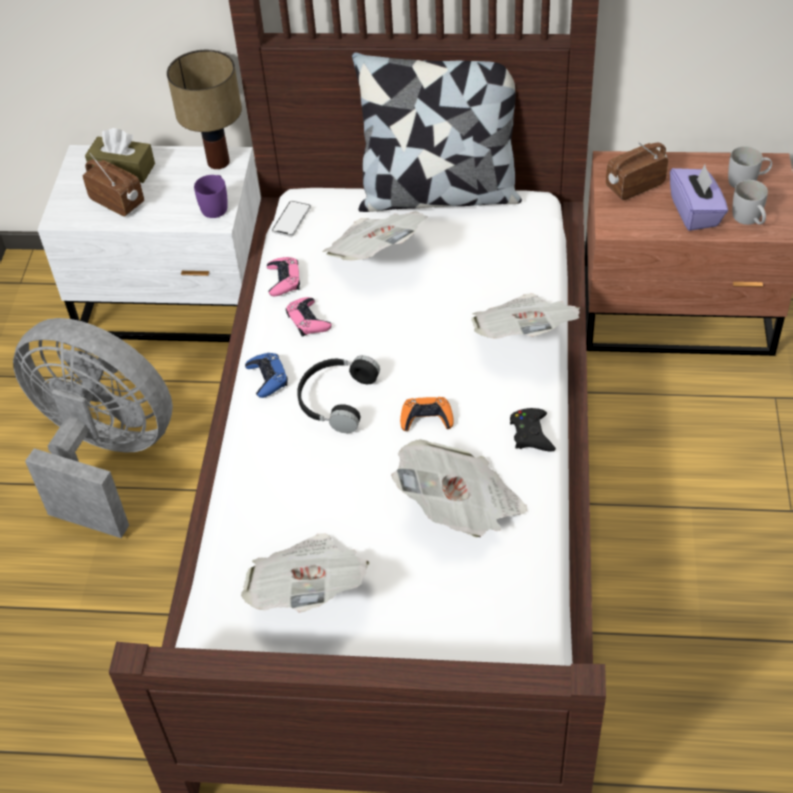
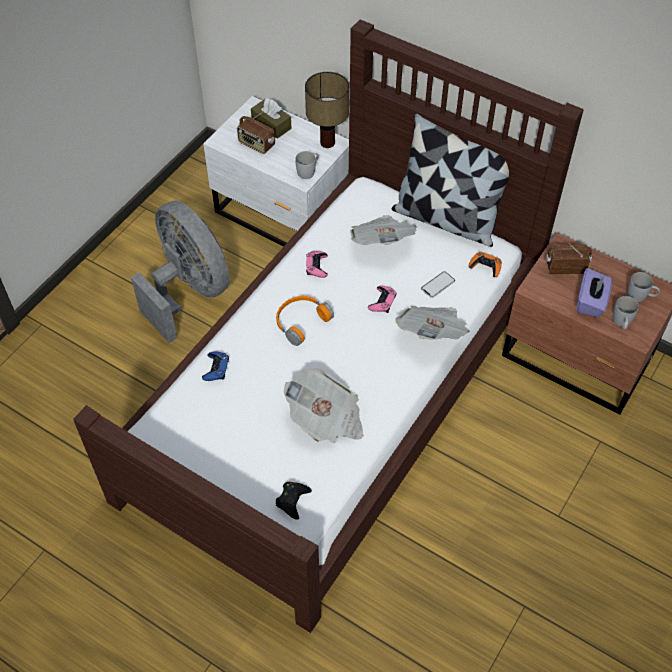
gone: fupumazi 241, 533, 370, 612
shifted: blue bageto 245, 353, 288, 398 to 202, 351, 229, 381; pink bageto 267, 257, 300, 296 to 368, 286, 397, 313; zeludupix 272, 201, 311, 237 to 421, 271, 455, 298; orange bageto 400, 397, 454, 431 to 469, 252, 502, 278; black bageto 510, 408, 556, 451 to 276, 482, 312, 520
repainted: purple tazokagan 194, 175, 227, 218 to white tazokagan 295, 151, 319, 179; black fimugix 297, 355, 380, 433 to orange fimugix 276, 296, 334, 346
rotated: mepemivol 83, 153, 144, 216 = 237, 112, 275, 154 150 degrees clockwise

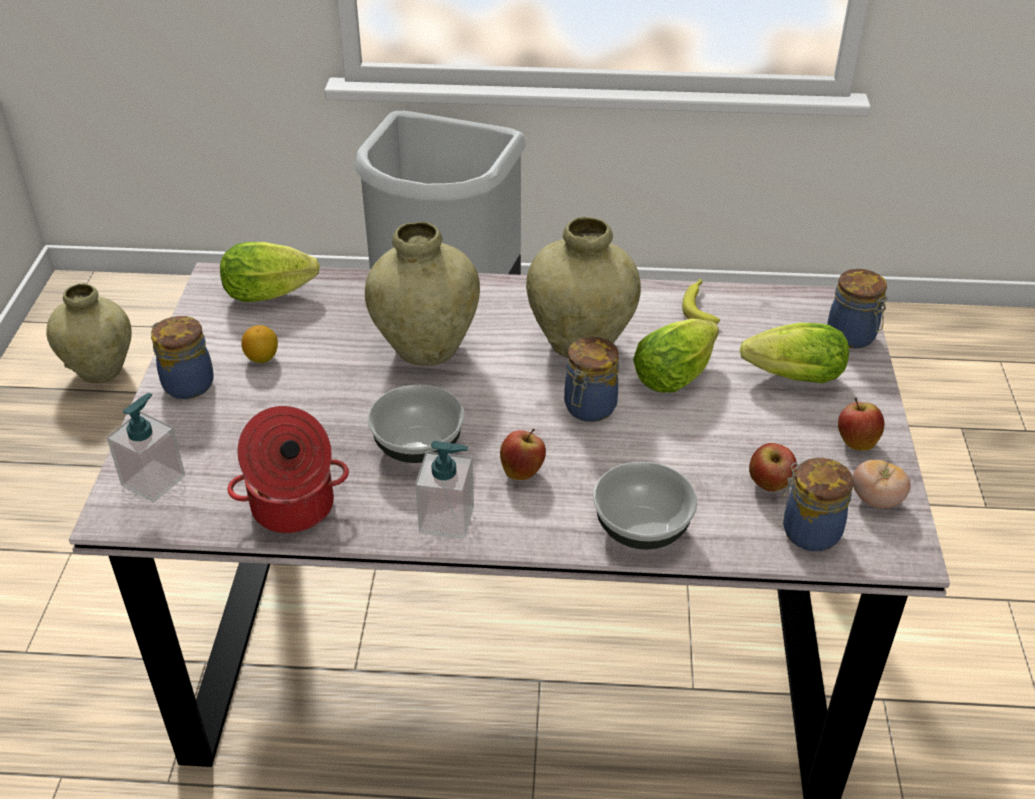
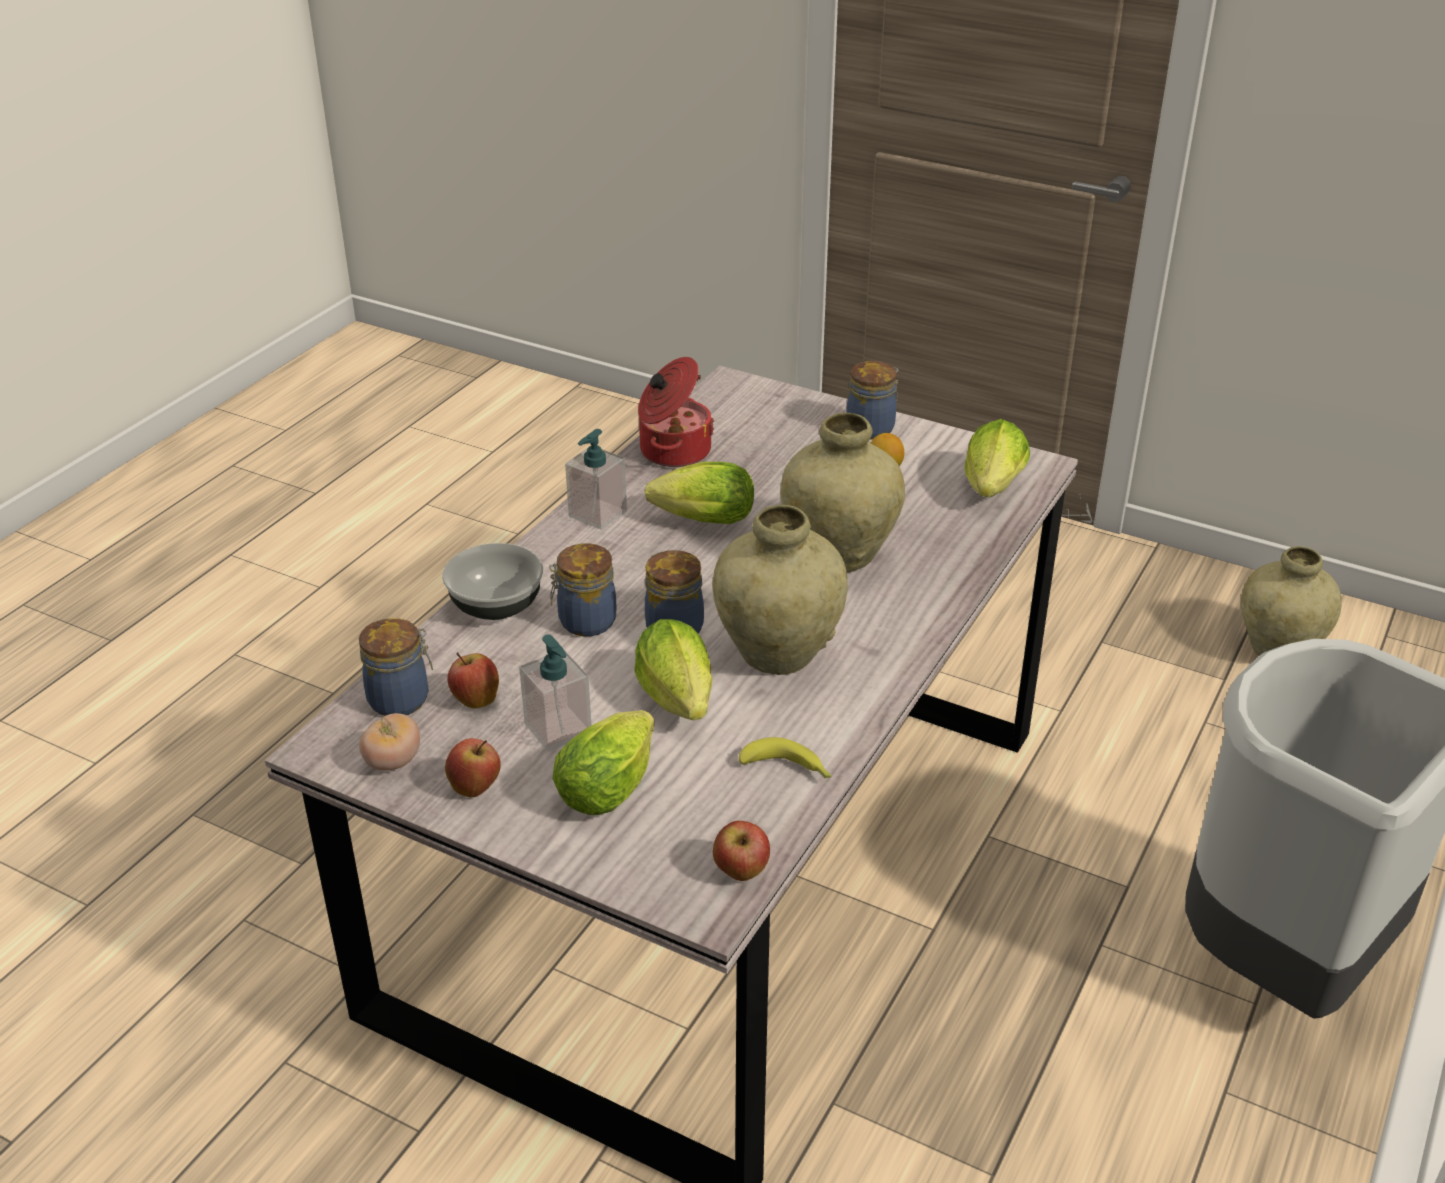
shifted: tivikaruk 107, 393, 185, 503 to 519, 634, 591, 751; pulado 500, 429, 546, 480 to 713, 821, 770, 881; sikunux 827, 269, 888, 348 to 549, 543, 616, 636
swapped: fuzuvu 367, 385, 465, 463 to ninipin 645, 462, 754, 524

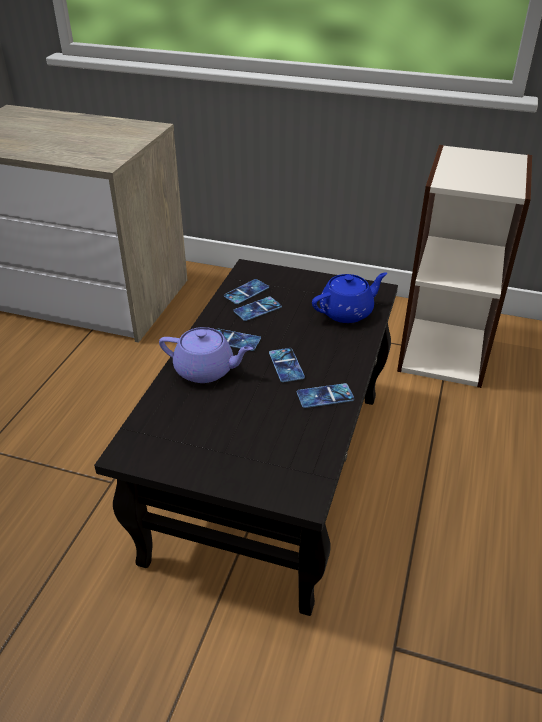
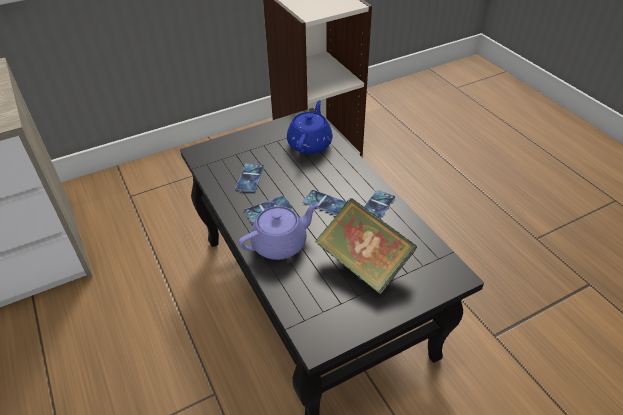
gone: zeludupix 224, 279, 269, 304
new: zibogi 315, 198, 417, 294

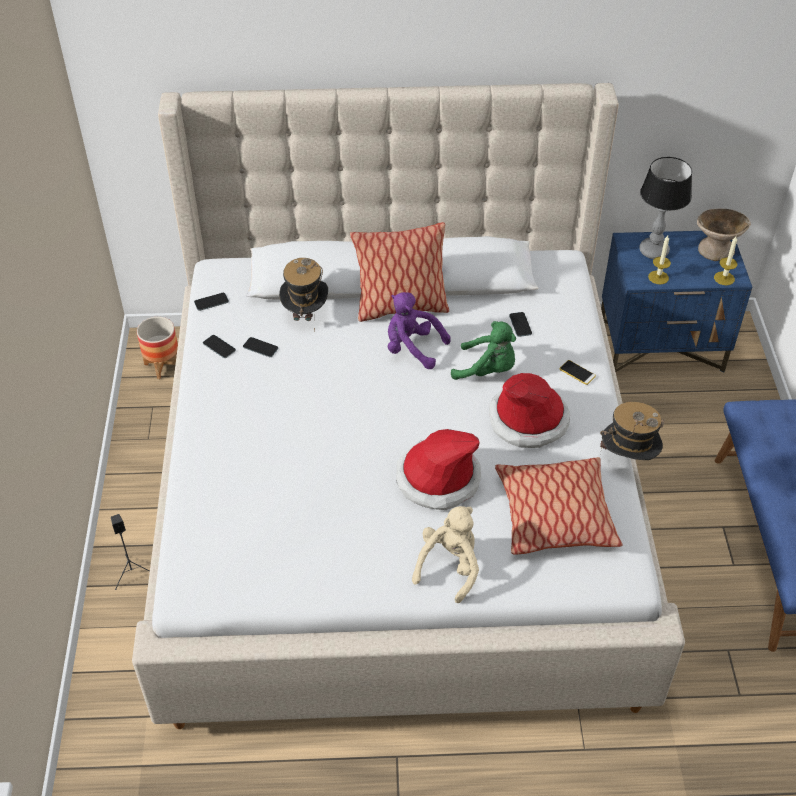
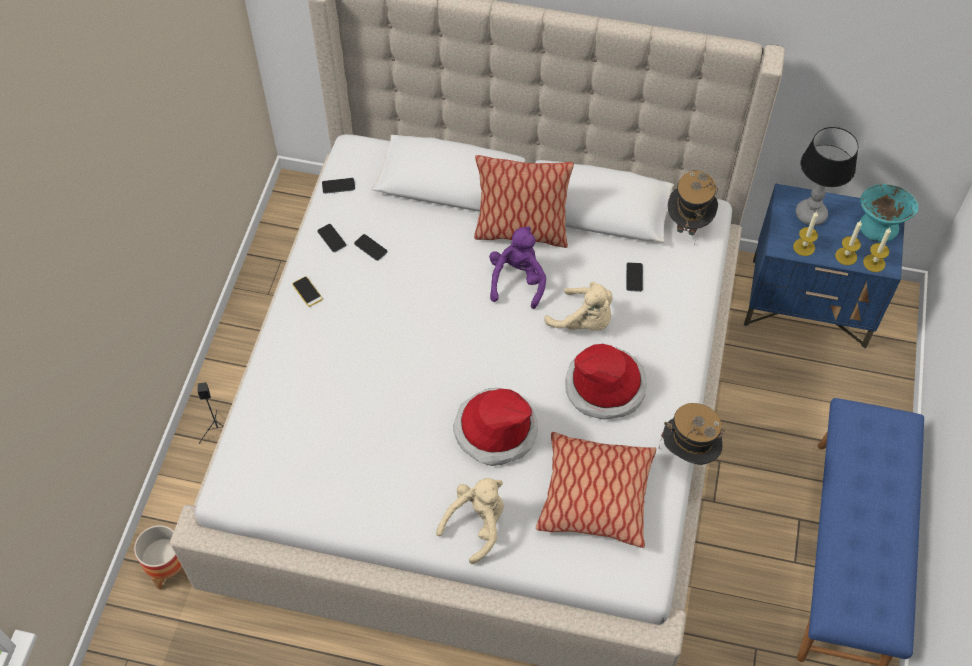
new: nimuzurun 835, 221, 862, 265
shifted: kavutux 137, 317, 178, 379 to 134, 525, 188, 590; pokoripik 279, 258, 328, 331 to 668, 170, 718, 245; zeludupix 559, 360, 596, 385 to 292, 276, 323, 307
repainted: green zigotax 451, 321, 516, 380 to beige zigotax 545, 282, 613, 330; beige fuzuvu 697, 209, 751, 261 to turquoise fuzuvu 860, 184, 918, 242
rotated: purple zigotax 388, 292, 451, 369 = 489, 226, 546, 309 60 degrees clockwise

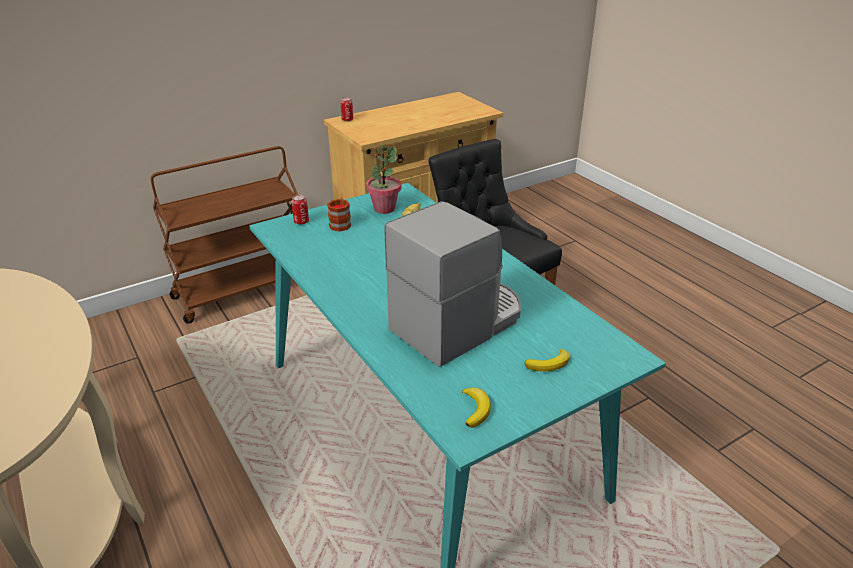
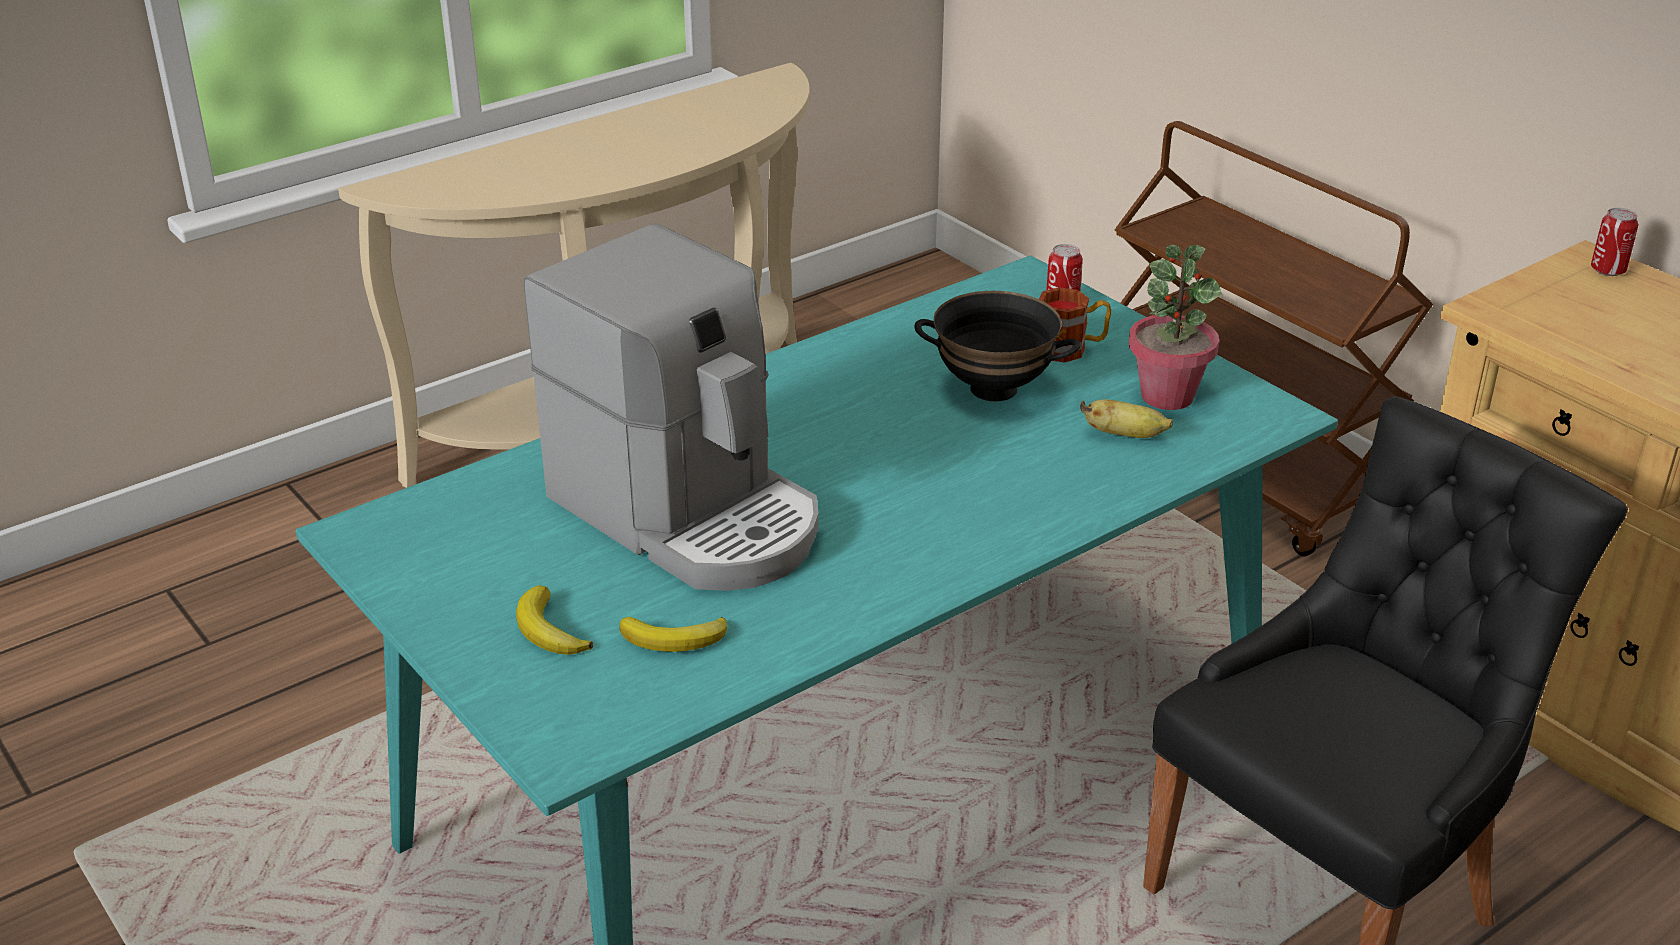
new: black fuzuvu 914, 291, 1080, 401
shifted: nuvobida 462, 388, 491, 428 to 620, 617, 727, 652

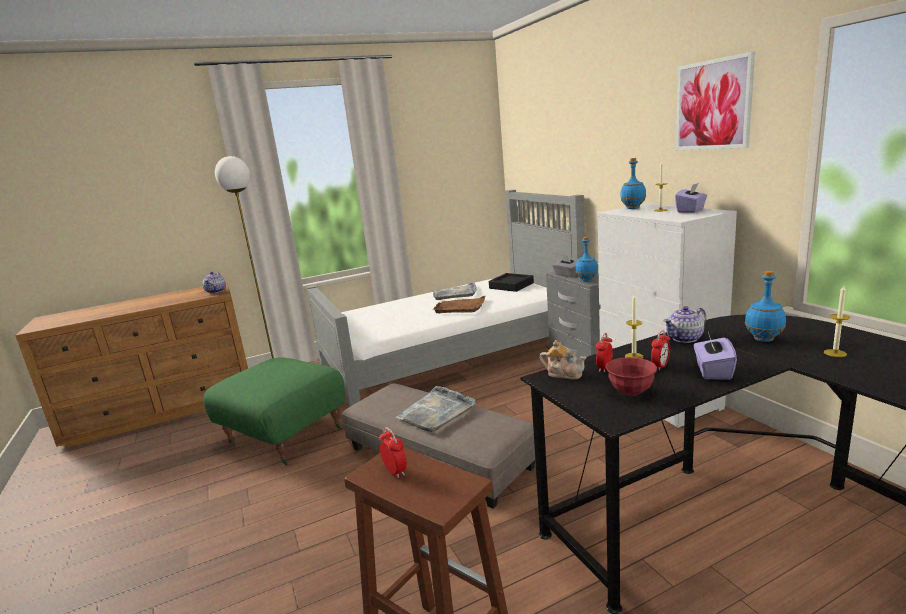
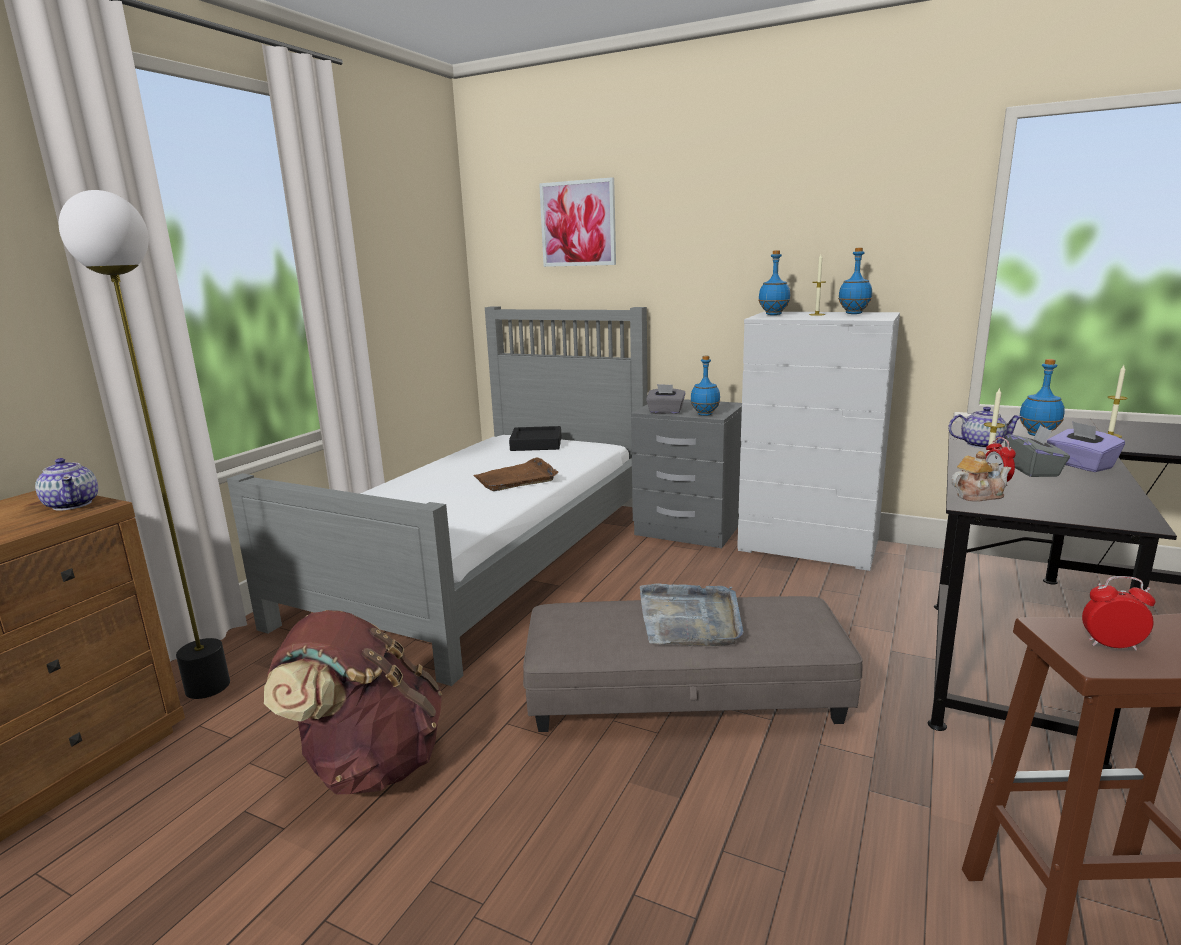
gone: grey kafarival 433, 282, 477, 300; red fuzuvu 605, 357, 657, 396
shifted: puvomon 676, 51, 755, 150 to 539, 177, 616, 267
swapped: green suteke 203, 357, 345, 465 to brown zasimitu 264, 610, 442, 794; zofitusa 651, 330, 670, 370 to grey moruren 1005, 425, 1070, 477; purple moruren 675, 183, 707, 213 to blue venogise 838, 248, 872, 314
rotated: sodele 664, 306, 706, 343 = 948, 407, 1022, 449 105 degrees counterclockwise

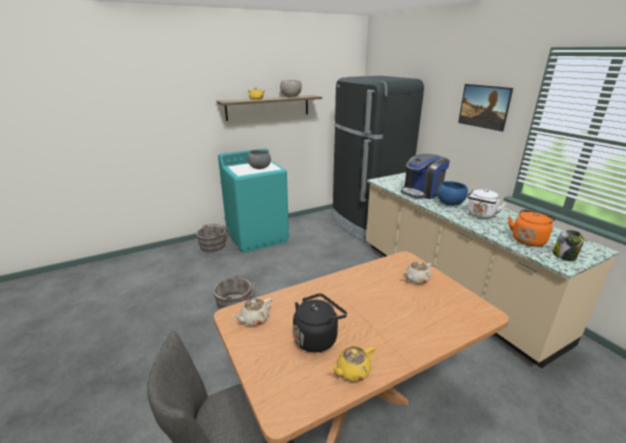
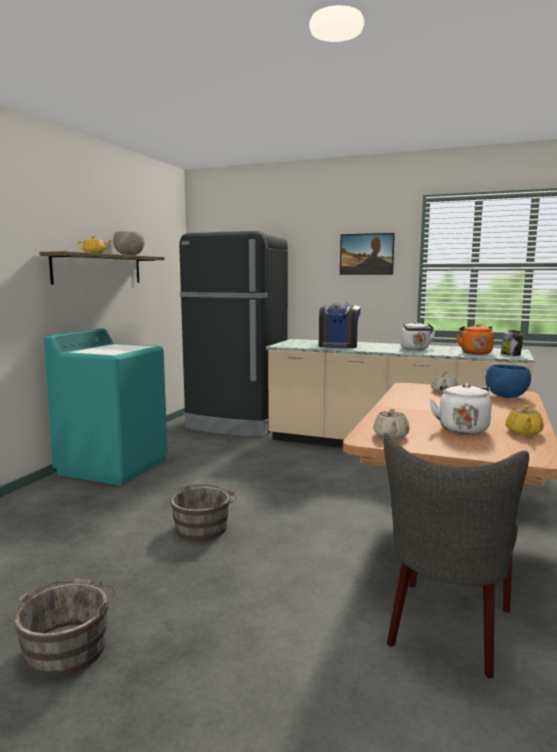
gone: grey fuzuvu 247, 150, 271, 169
shifted: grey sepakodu 196, 224, 229, 252 to 13, 578, 115, 678; blue fuzuvu 437, 181, 468, 206 to 485, 364, 531, 398
repainted: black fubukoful 293, 293, 347, 352 to white fubukoful 429, 383, 492, 434

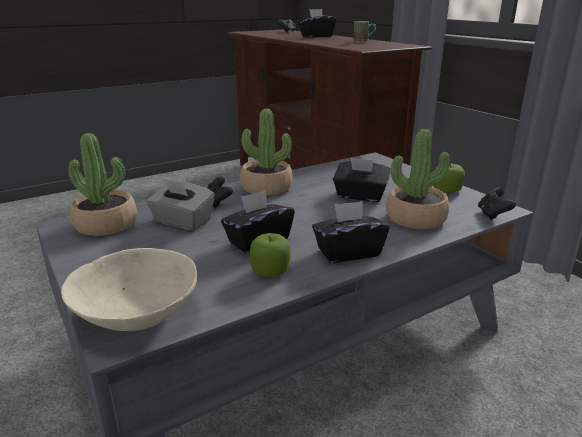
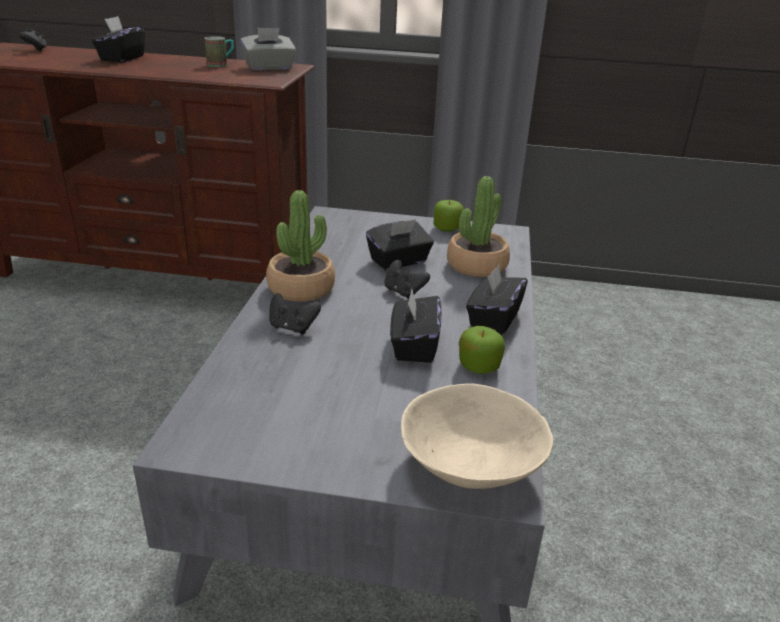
gone: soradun 69, 133, 137, 236
shifted: grey moruren 146, 179, 215, 231 to 240, 27, 296, 71; black bageto 478, 188, 516, 220 to 384, 260, 430, 299

